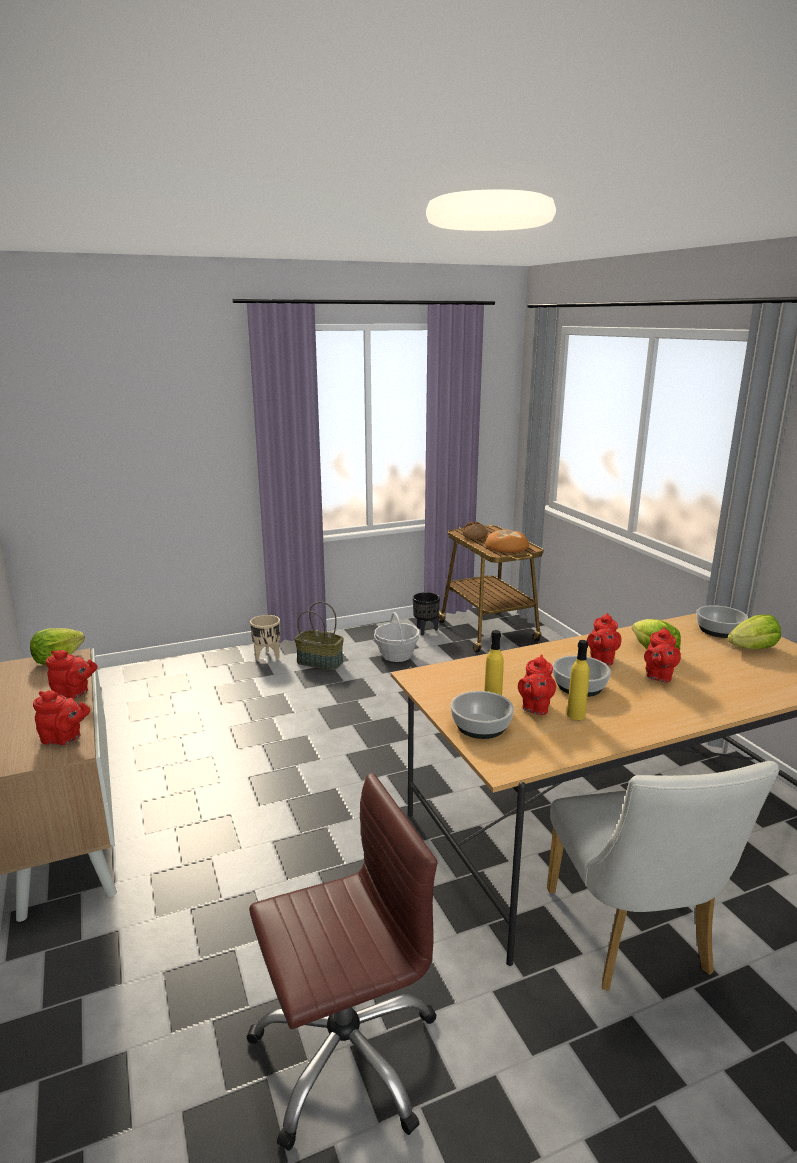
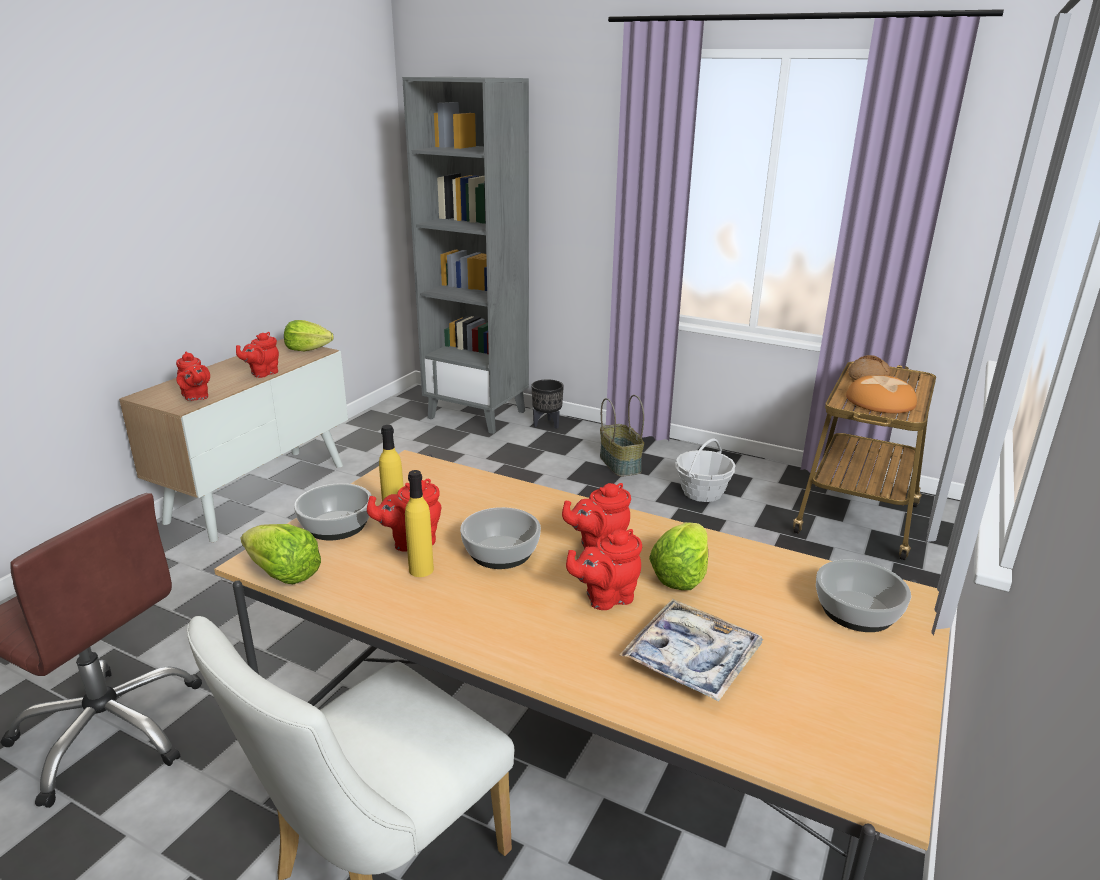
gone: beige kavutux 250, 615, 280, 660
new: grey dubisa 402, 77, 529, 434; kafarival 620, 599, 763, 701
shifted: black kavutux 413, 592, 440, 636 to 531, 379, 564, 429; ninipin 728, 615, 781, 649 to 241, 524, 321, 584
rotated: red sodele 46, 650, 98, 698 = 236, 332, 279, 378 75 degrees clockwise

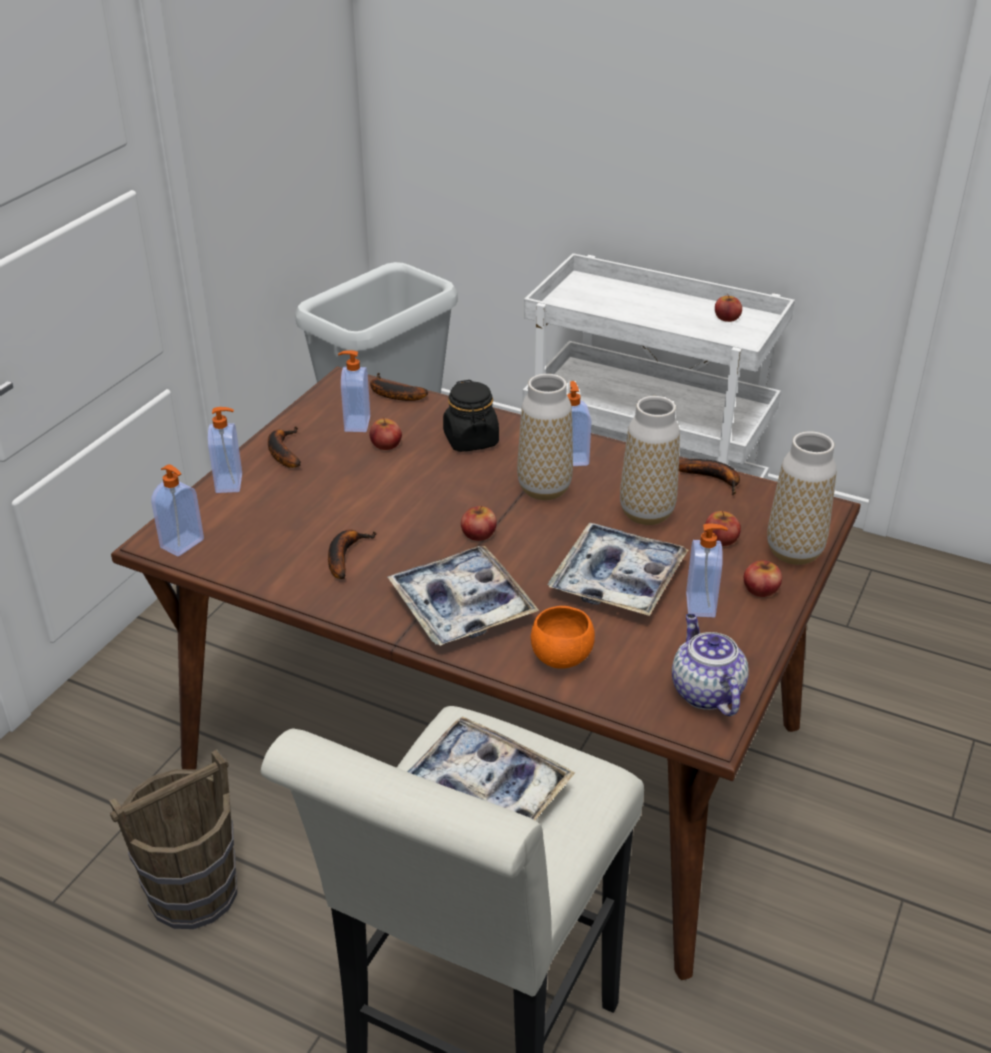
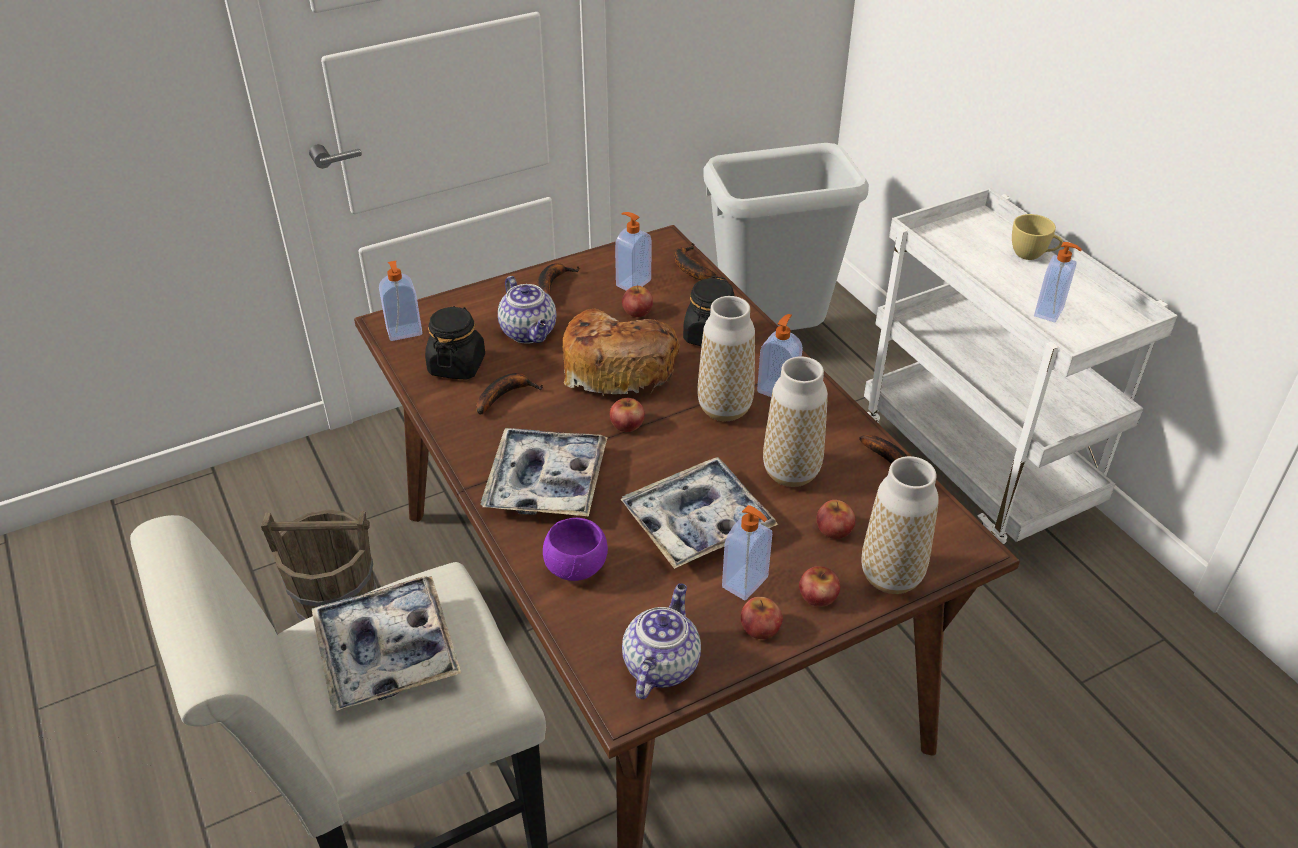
new: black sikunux 425, 306, 485, 380; sodele 498, 276, 556, 344; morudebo 563, 309, 681, 395; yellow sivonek 1012, 214, 1063, 260
shifted: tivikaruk 208, 407, 242, 493 to 1034, 242, 1082, 322; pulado 715, 295, 742, 322 to 741, 597, 783, 639
repainted: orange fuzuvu 531, 606, 595, 669 to purple fuzuvu 543, 518, 608, 581

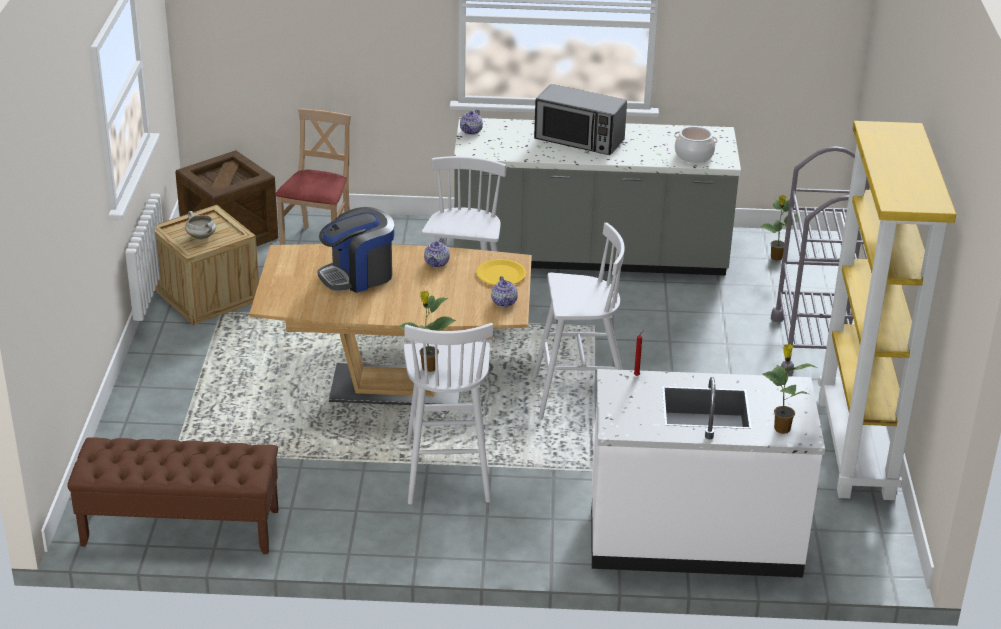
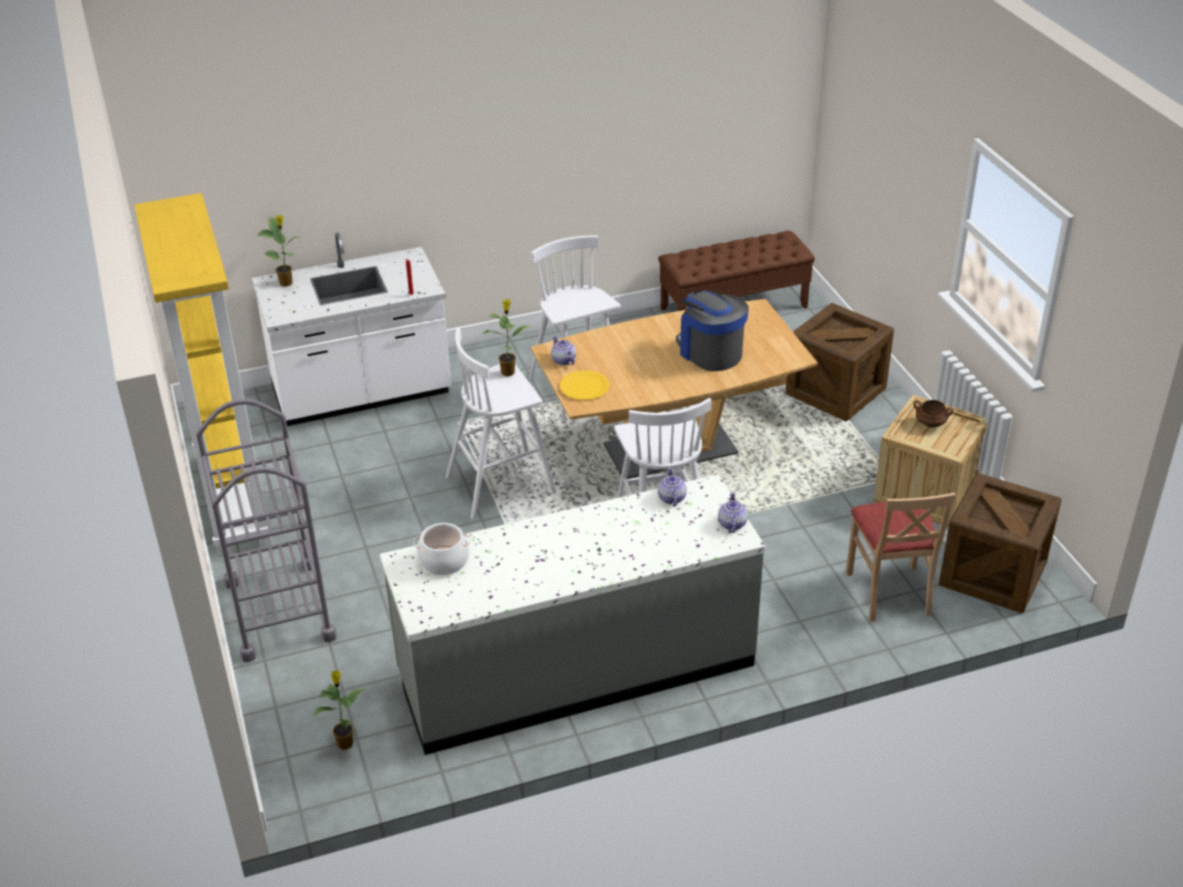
gone: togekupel 534, 84, 627, 155
new: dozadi 785, 303, 894, 421
shifted: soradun 397, 291, 456, 372 to 483, 299, 530, 376; sodele 424, 238, 450, 267 to 658, 467, 687, 507
repainted: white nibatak 185, 211, 216, 240 to brown nibatak 913, 400, 953, 427
rotated: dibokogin 317, 207, 394, 293 = 676, 290, 749, 371 75 degrees counterclockwise

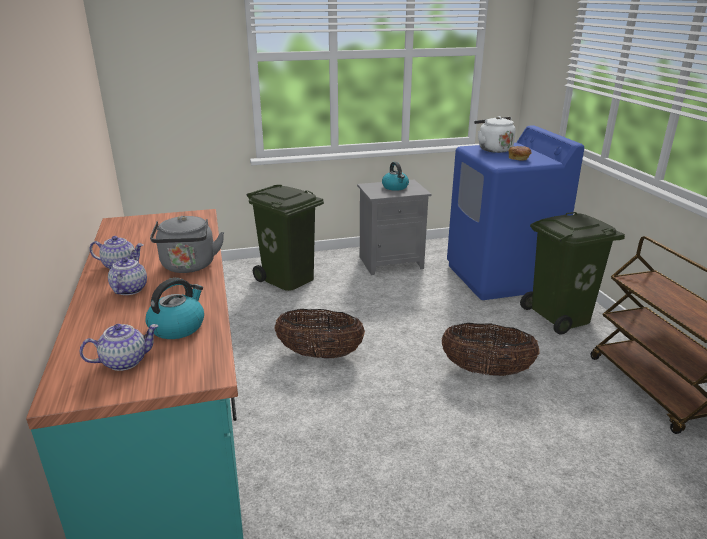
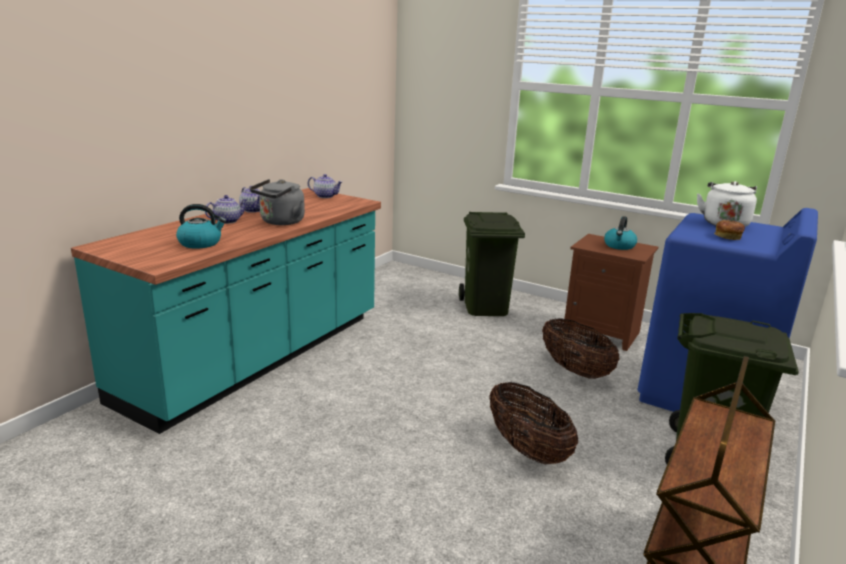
shifted: sodele 80, 324, 158, 371 to 308, 174, 343, 198; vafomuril 274, 309, 365, 358 to 542, 318, 619, 379
repainted: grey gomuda 357, 180, 432, 275 to brown gomuda 563, 234, 658, 351

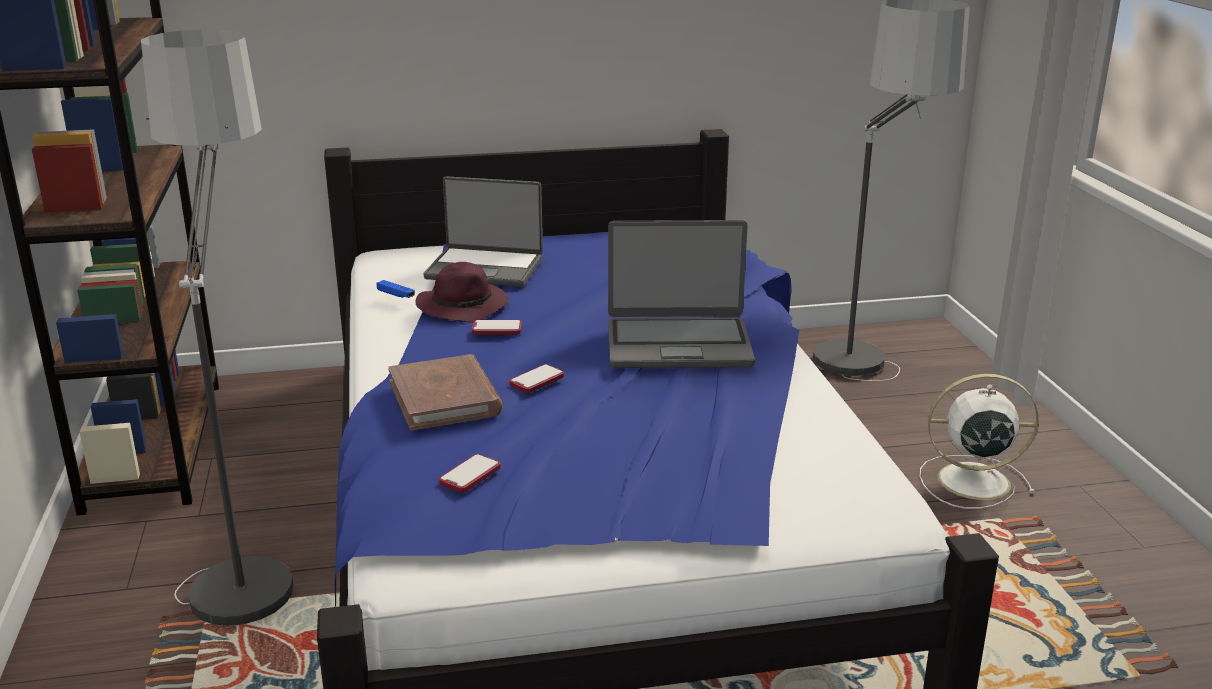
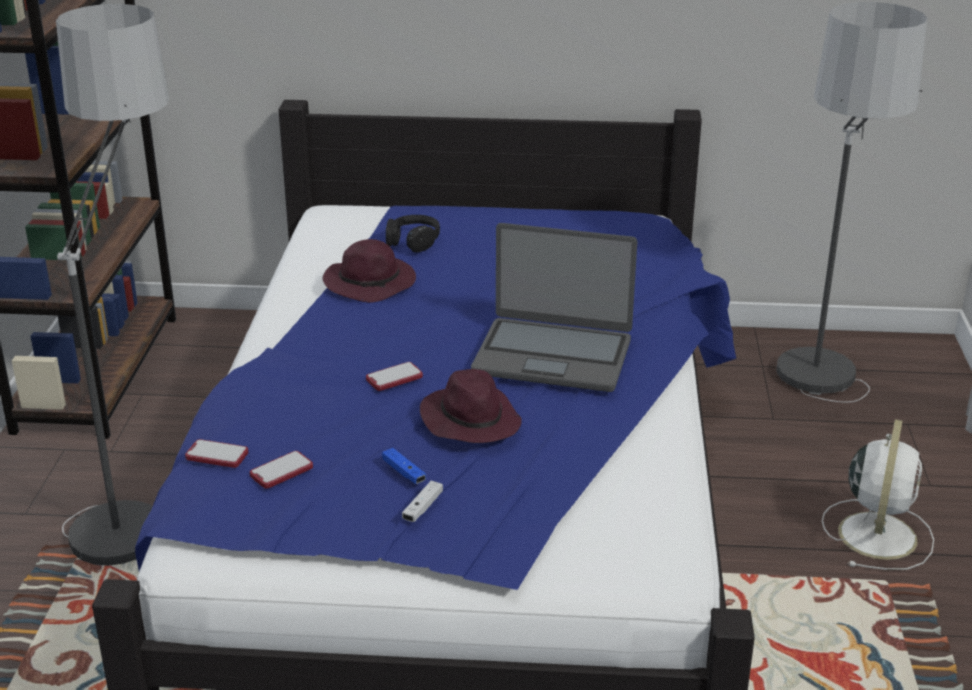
gone: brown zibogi 388, 354, 503, 430
new: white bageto 402, 481, 443, 522; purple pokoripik 420, 369, 522, 443
shifted: blue bageto 377, 280, 415, 298 to 382, 448, 426, 484; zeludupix 472, 320, 522, 335 to 185, 439, 248, 468
swapped: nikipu 423, 176, 543, 286 to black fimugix 386, 215, 440, 253
rotated: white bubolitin 920, 374, 1039, 509 = 822, 419, 934, 570 90 degrees clockwise

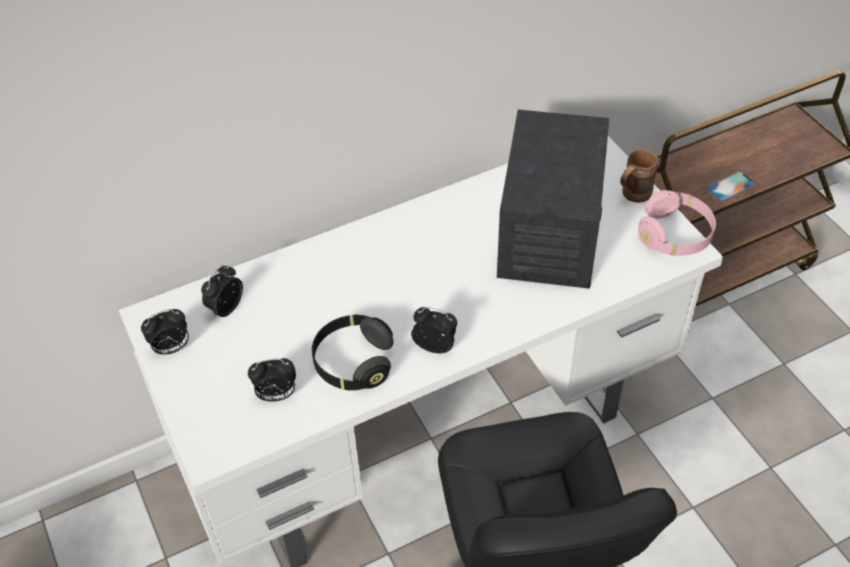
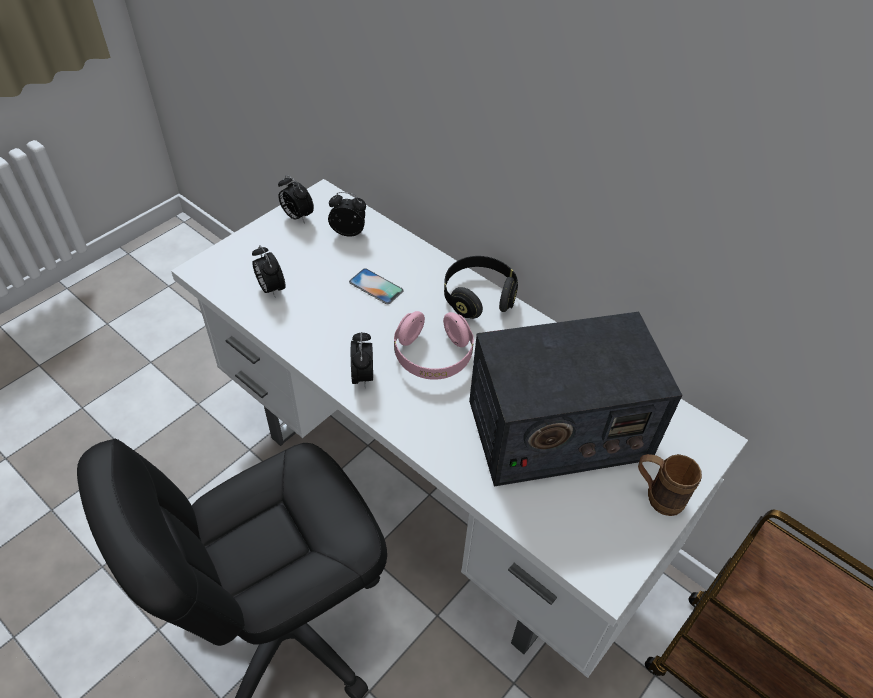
shifted: black fimugix 312, 314, 393, 391 to 444, 256, 518, 319; pink fimugix 638, 190, 716, 256 to 394, 311, 474, 380; zeludupix 706, 171, 756, 202 to 349, 268, 404, 304

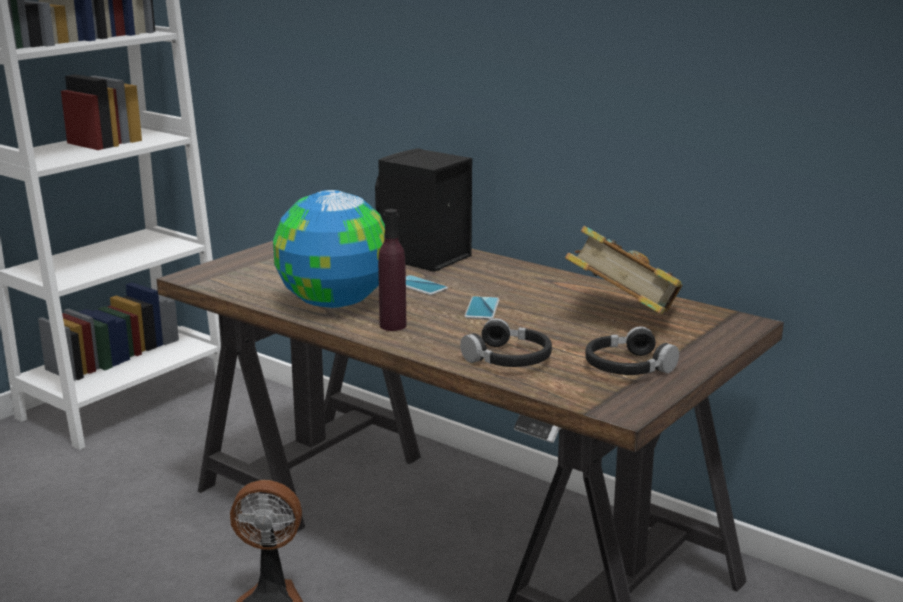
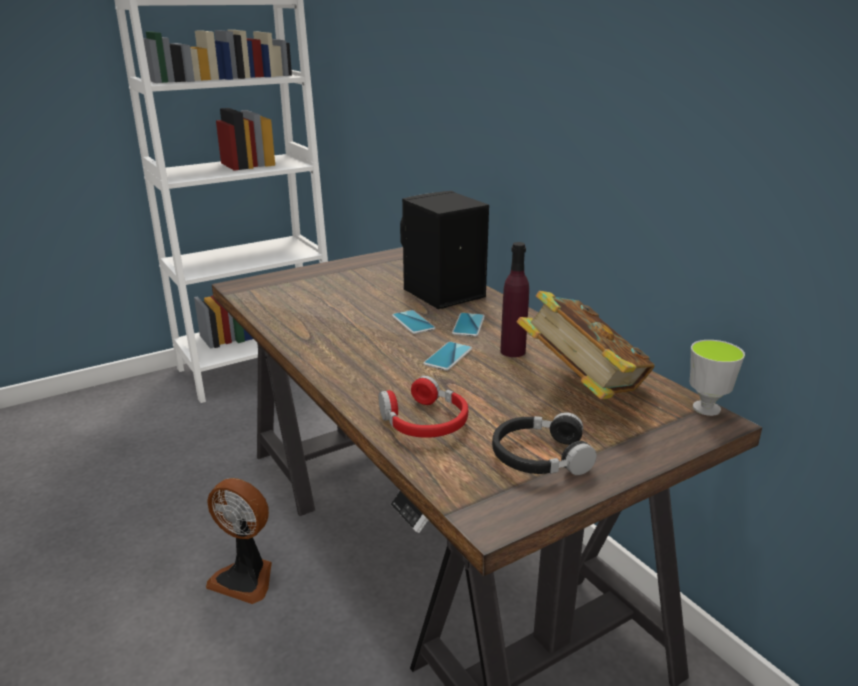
gone: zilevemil 273, 190, 385, 308
new: zeludupix 452, 313, 485, 337; sivonek 690, 340, 745, 416
shifted: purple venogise 378, 209, 406, 331 to 500, 242, 529, 357
repainted: black fimugix 460, 318, 552, 367 to red fimugix 379, 376, 468, 438

